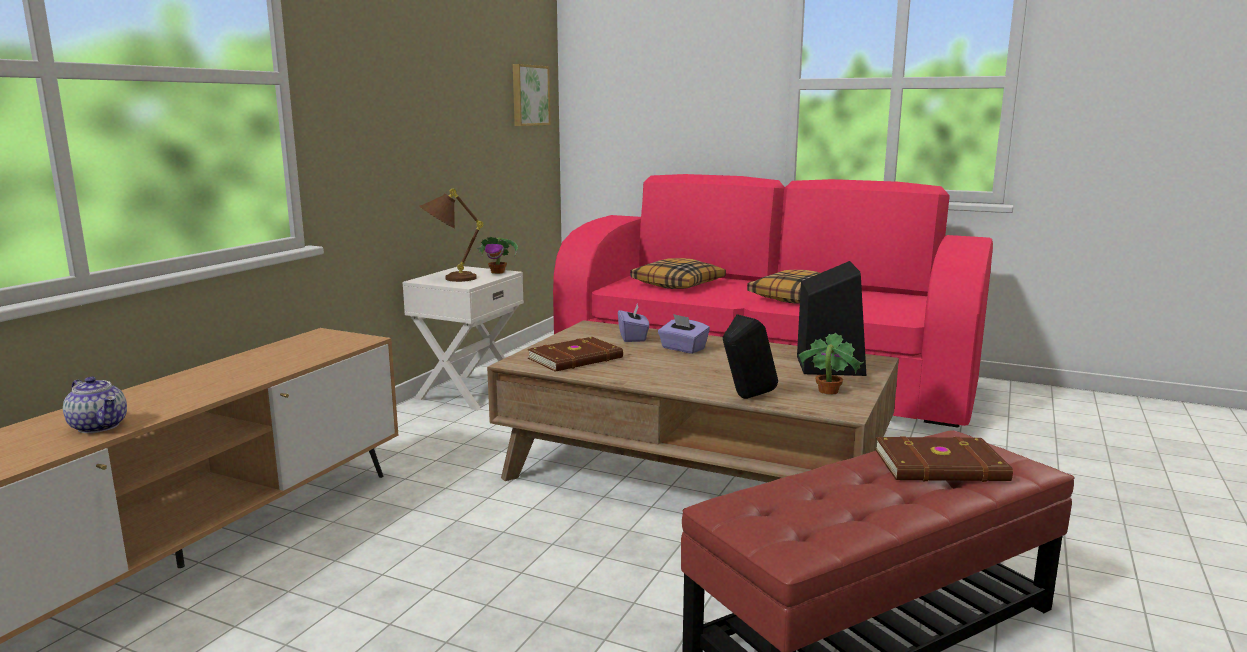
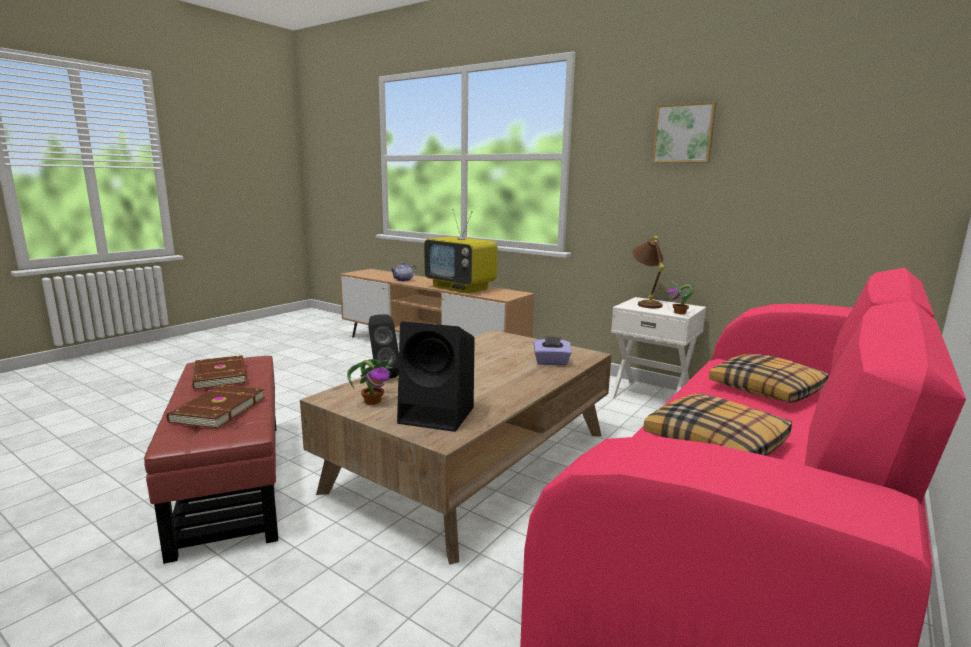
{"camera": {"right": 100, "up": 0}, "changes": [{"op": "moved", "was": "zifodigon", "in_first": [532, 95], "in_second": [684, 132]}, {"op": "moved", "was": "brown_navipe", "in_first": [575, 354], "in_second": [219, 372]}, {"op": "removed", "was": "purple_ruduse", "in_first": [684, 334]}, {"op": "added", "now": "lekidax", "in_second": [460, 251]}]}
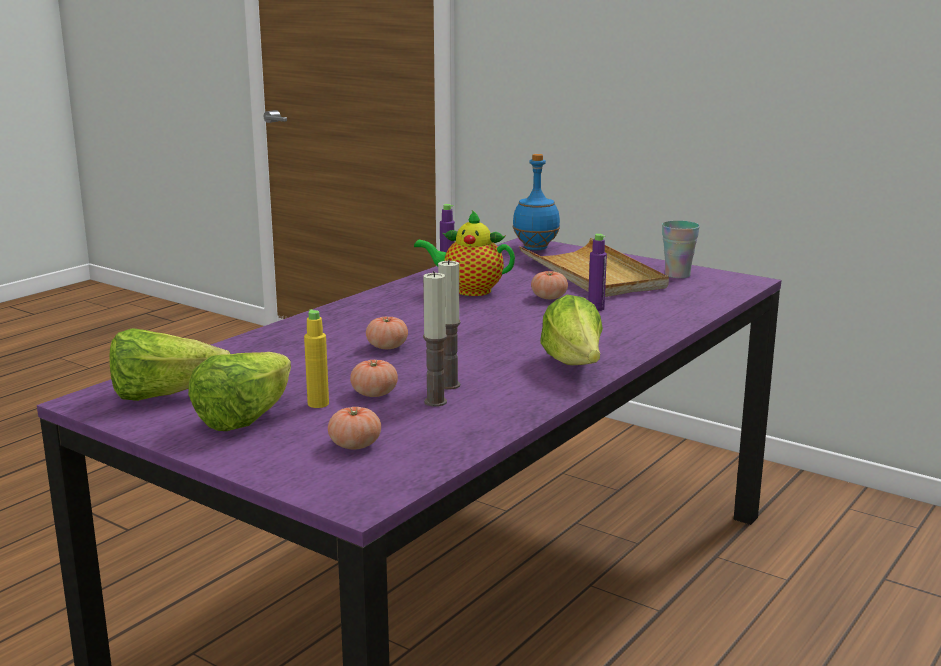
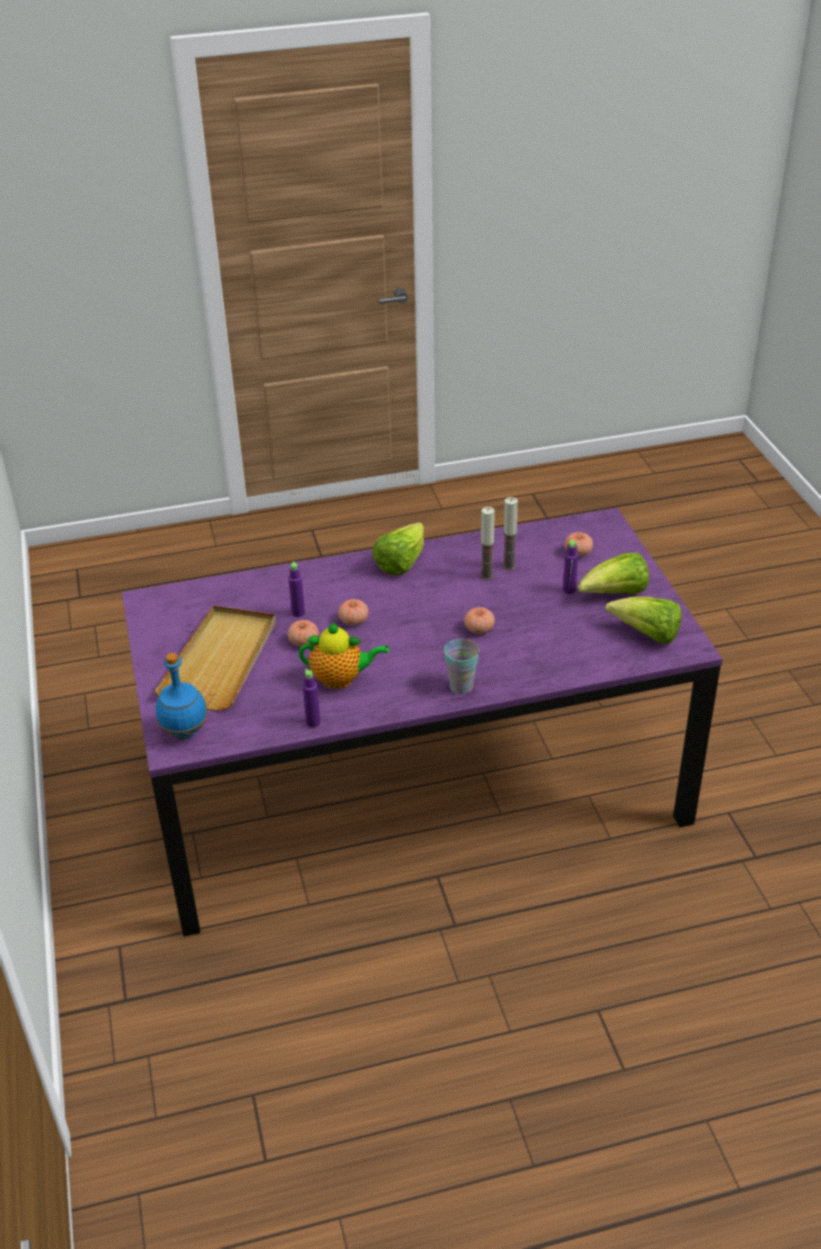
{"camera": {"right": -140, "up": 20}, "changes": [{"op": "recoloured", "was": "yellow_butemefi", "now": "purple_butemefi", "in_first": [316, 358], "in_second": [570, 567]}, {"op": "moved", "was": "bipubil", "in_first": [374, 378], "in_second": [353, 612]}, {"op": "turned", "was": "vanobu", "in_first": [464, 253], "in_second": [344, 655], "clockwise": -45}, {"op": "moved", "was": "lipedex", "in_first": [681, 249], "in_second": [461, 666]}]}
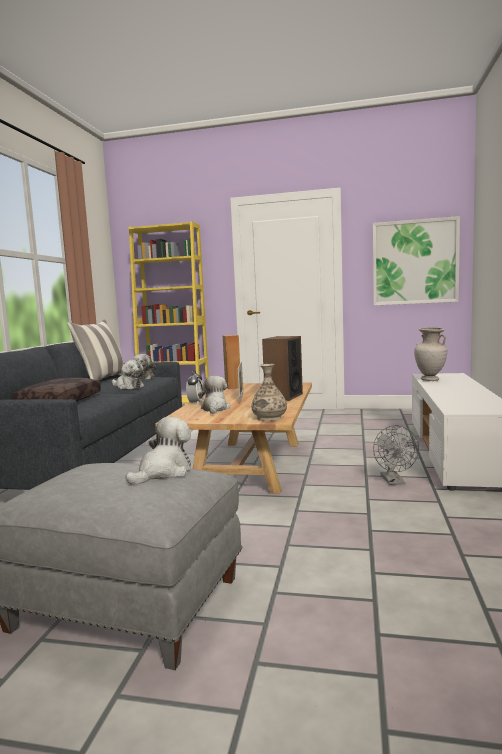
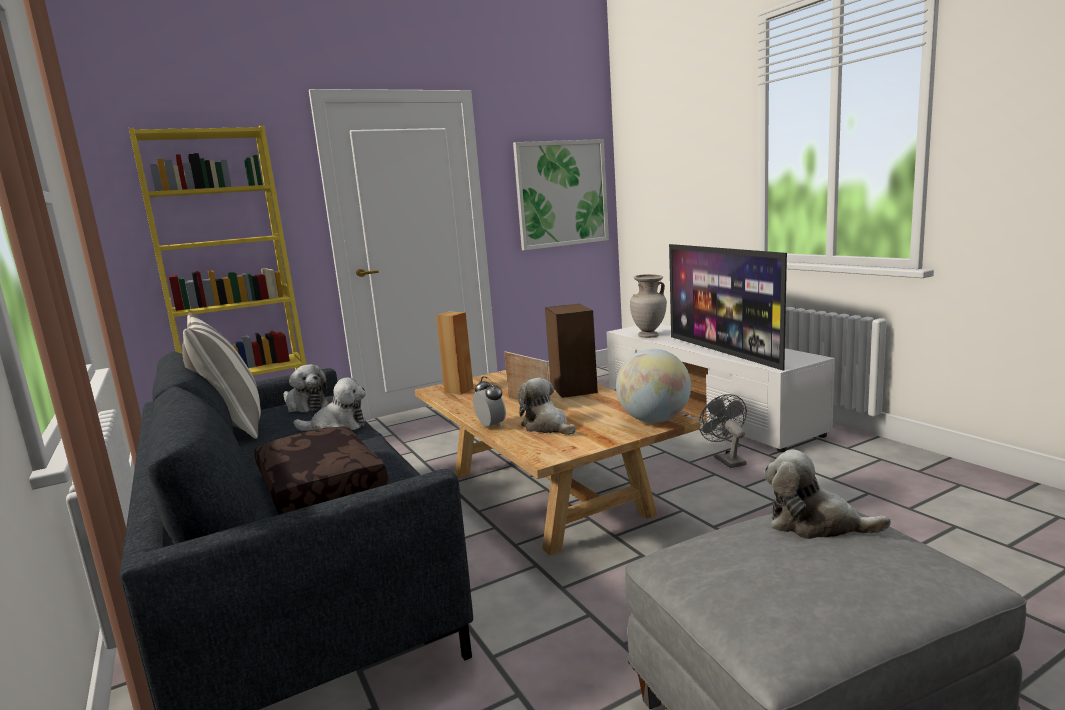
{"camera": {"right": -40, "up": 5}, "changes": [{"op": "turned", "was": "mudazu", "in_first": [158, 451], "in_second": [827, 494], "clockwise": -60}, {"op": "replaced", "was": "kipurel", "now": "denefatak", "in_first": [269, 392], "in_second": [653, 386]}, {"op": "turned", "was": "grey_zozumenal", "in_first": [396, 455], "in_second": [723, 431], "clockwise": -150}, {"op": "added", "now": "lekidax", "in_second": [728, 307]}]}
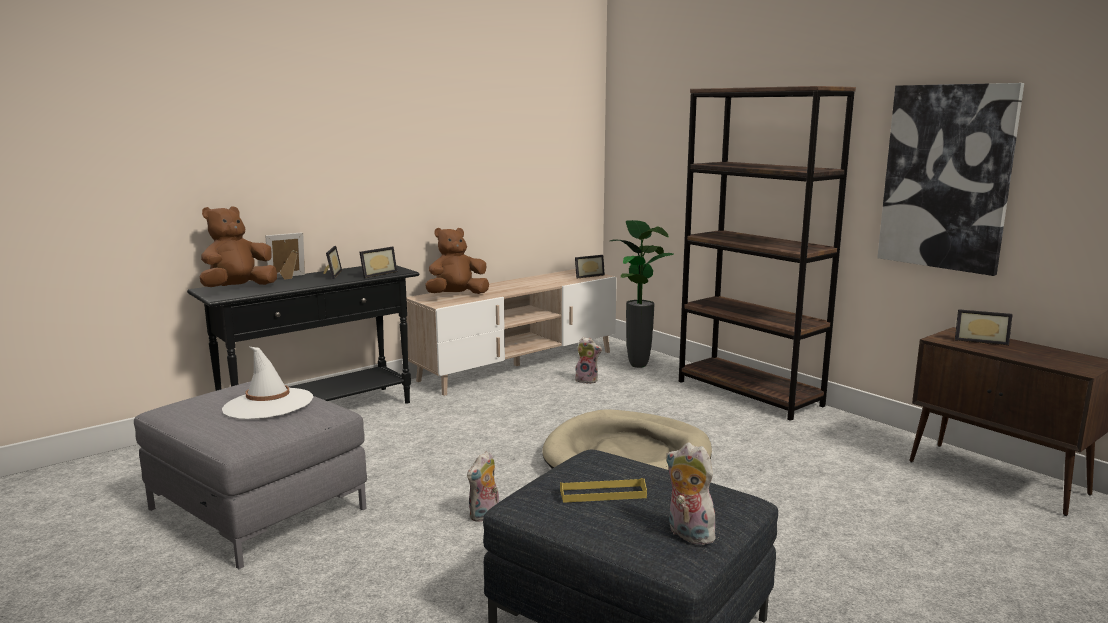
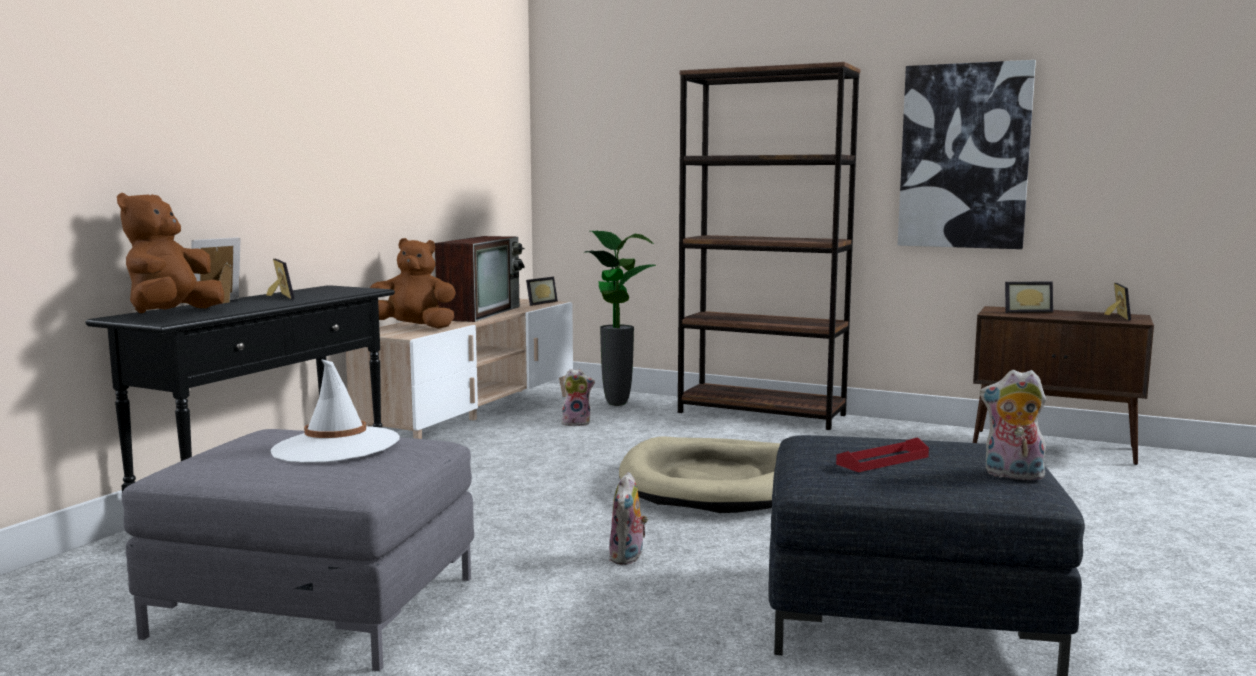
{"camera": {"right": -25, "up": -5}, "changes": [{"op": "moved", "was": "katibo", "in_first": [378, 262], "in_second": [1118, 302]}, {"op": "turned", "was": "brown_mudazu", "in_first": [457, 261], "in_second": [413, 283], "clockwise": 60}, {"op": "recoloured", "was": "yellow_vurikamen", "now": "red_vurikamen", "in_first": [603, 490], "in_second": [882, 454]}, {"op": "added", "now": "lekidax", "in_second": [480, 279]}]}
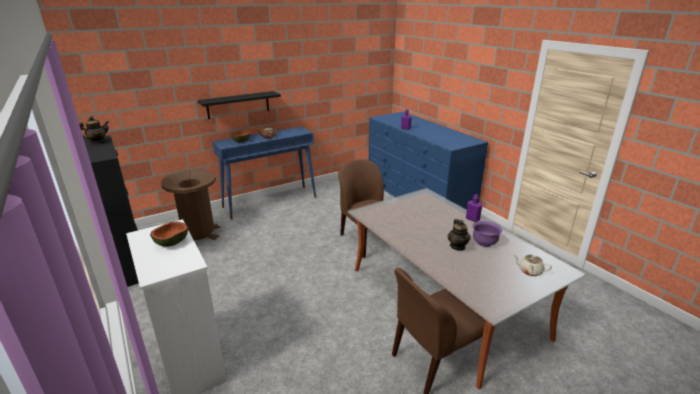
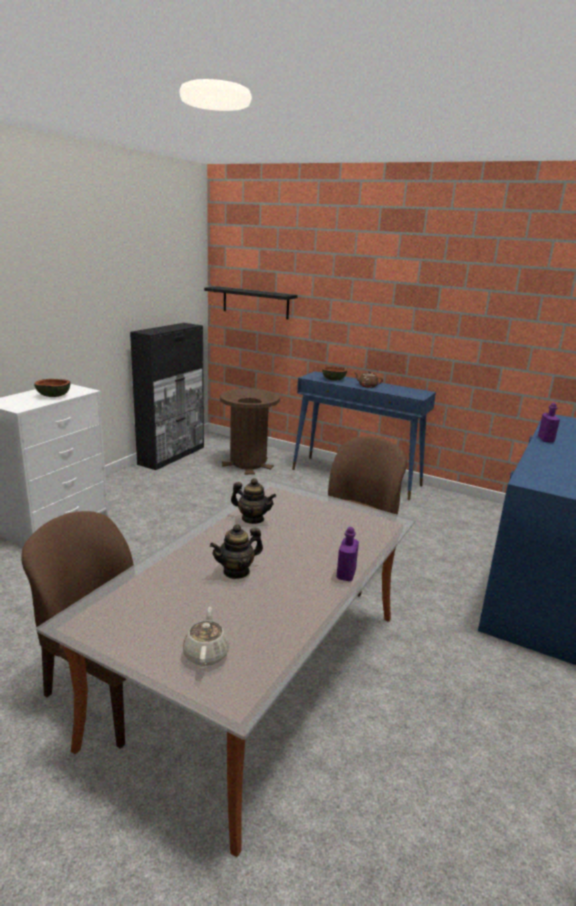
{"camera": {"right": 60, "up": -5}, "changes": [{"op": "moved", "was": "vanobu", "in_first": [94, 130], "in_second": [253, 501]}, {"op": "moved", "was": "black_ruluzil", "in_first": [239, 105], "in_second": [251, 302]}, {"op": "removed", "was": "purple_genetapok", "in_first": [487, 234]}]}
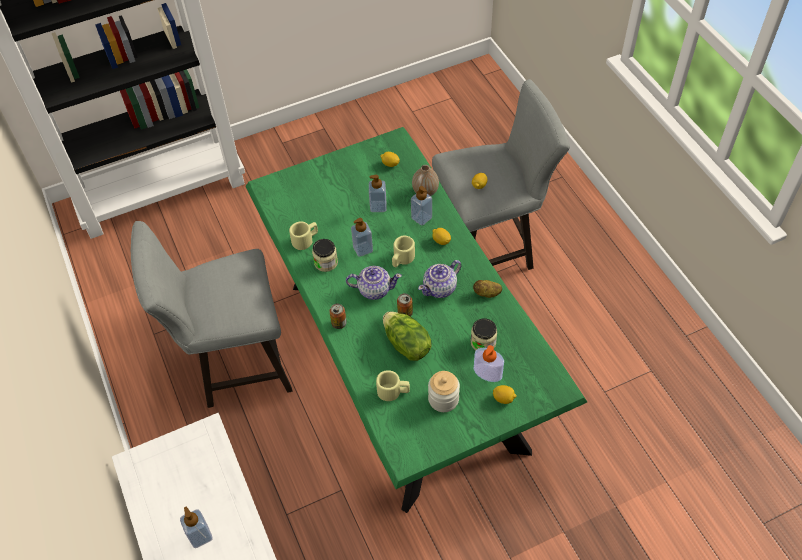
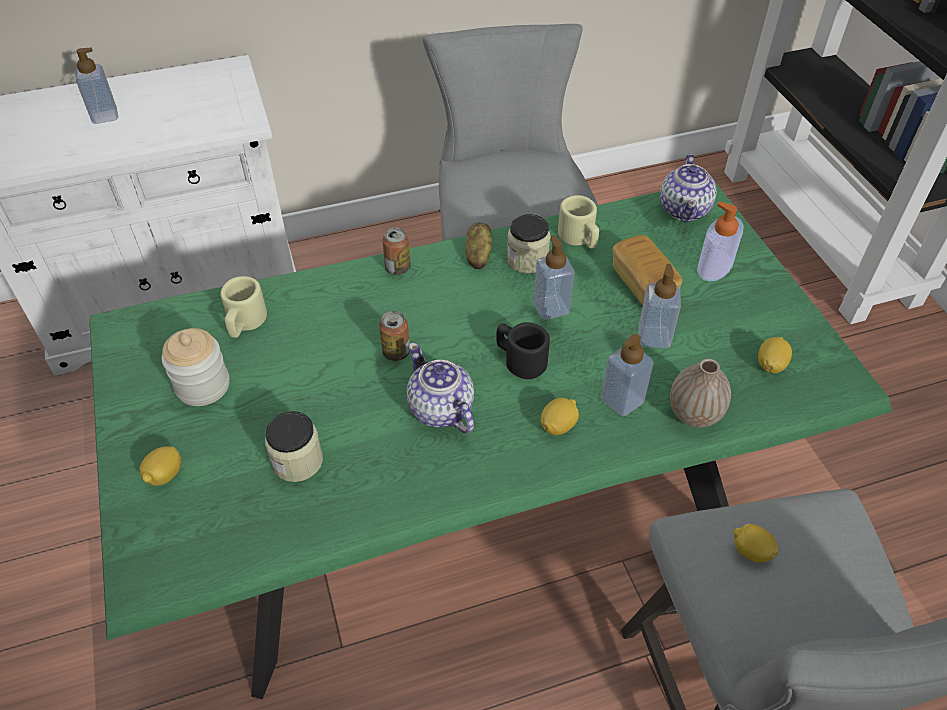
{"camera": {"right": 95, "up": -5}, "changes": [{"op": "moved", "was": "vanobu", "in_first": [374, 283], "in_second": [688, 188]}, {"op": "removed", "was": "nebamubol", "in_first": [407, 336]}, {"op": "recoloured", "was": "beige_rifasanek", "now": "black_rifasanek", "in_first": [403, 251], "in_second": [523, 350]}, {"op": "moved", "was": "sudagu", "in_first": [487, 289], "in_second": [478, 245]}, {"op": "moved", "was": "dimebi", "in_first": [489, 363], "in_second": [720, 242]}, {"op": "added", "now": "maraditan", "in_second": [647, 270]}]}
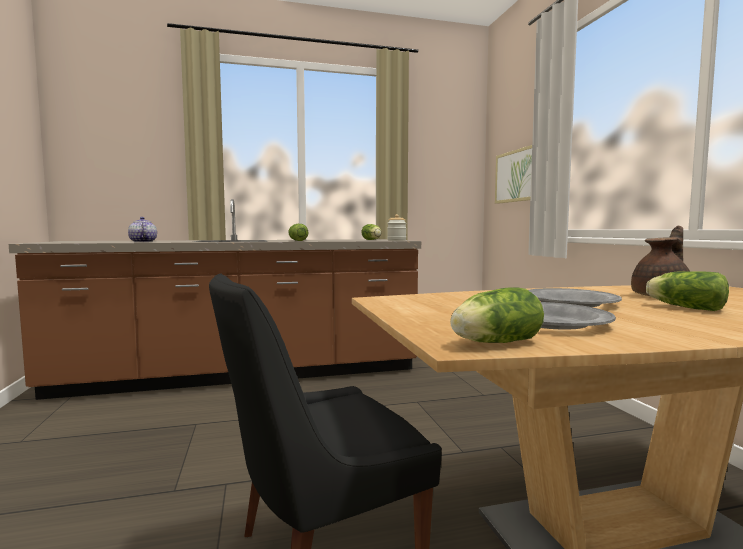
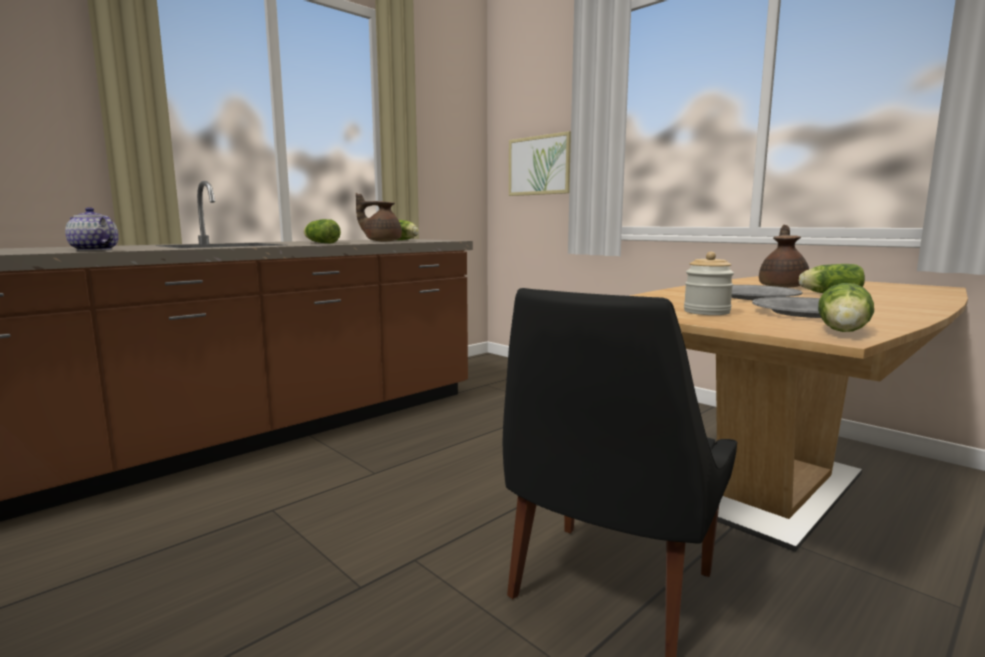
{"camera": {"right": -30, "up": 5}, "changes": [{"op": "moved", "was": "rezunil", "in_first": [396, 227], "in_second": [709, 283]}, {"op": "added", "now": "brown_vanobu", "in_second": [379, 217]}]}
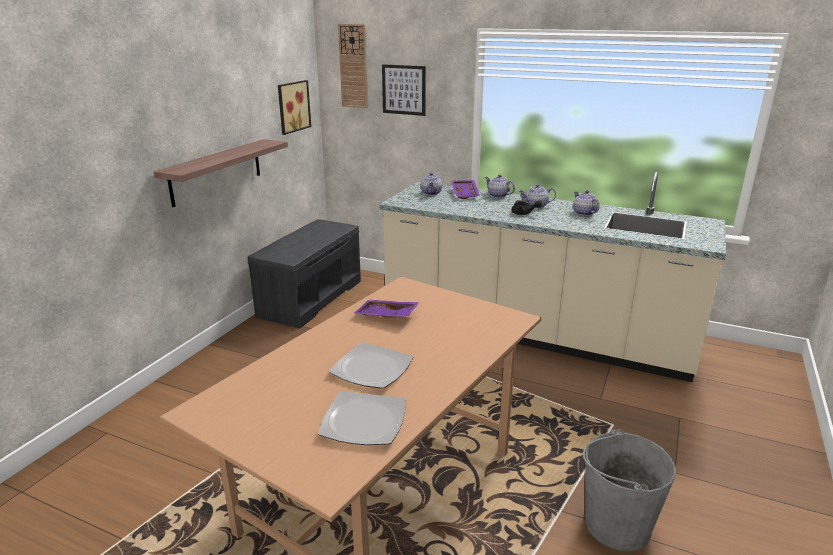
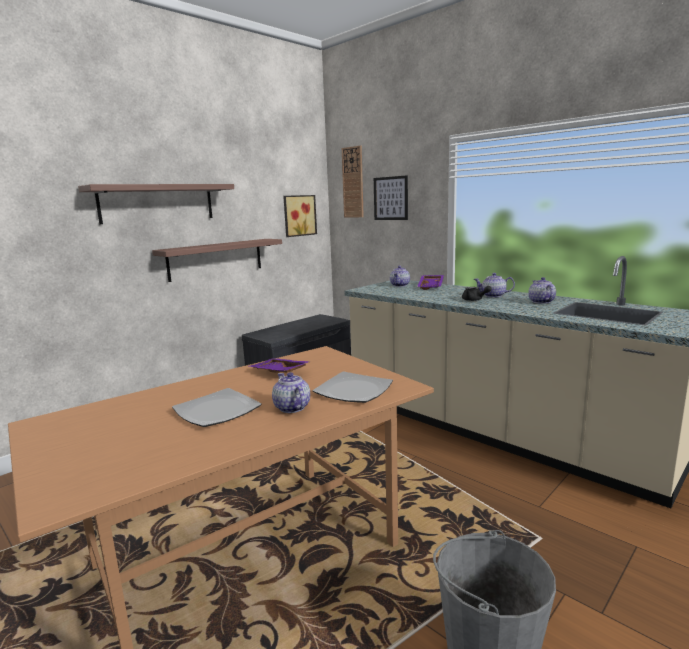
{"camera": {"right": 20, "up": -10}, "changes": [{"op": "moved", "was": "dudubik", "in_first": [362, 418], "in_second": [353, 387]}, {"op": "moved", "was": "vanobu", "in_first": [500, 186], "in_second": [291, 392]}, {"op": "added", "now": "ruluzil", "in_second": [156, 204]}]}
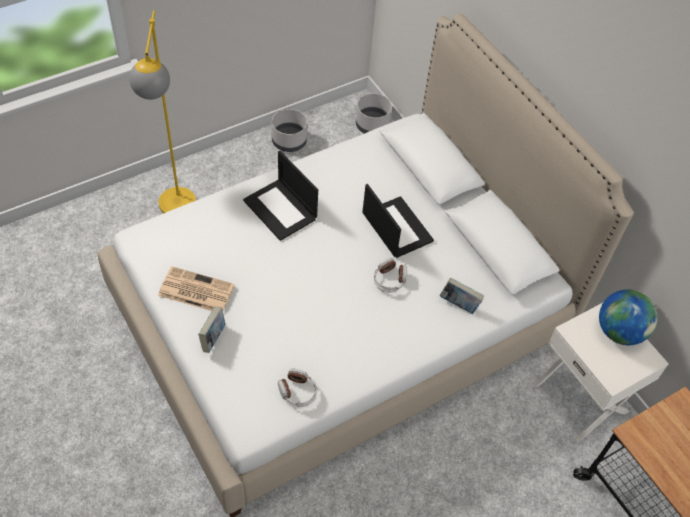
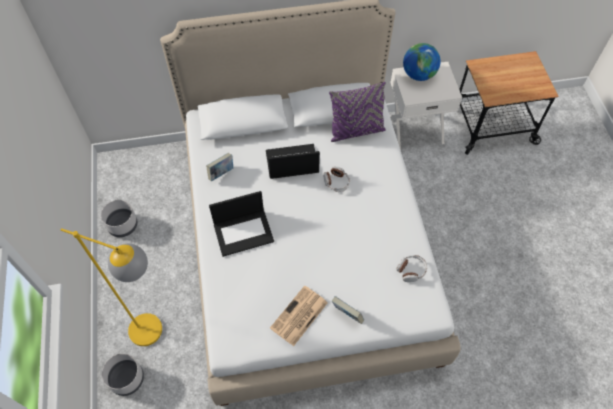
{"camera": {"right": -65, "up": 5}, "changes": [{"op": "moved", "was": "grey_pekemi", "in_first": [374, 113], "in_second": [123, 375]}, {"op": "moved", "was": "navipe", "in_first": [462, 295], "in_second": [219, 167]}, {"op": "added", "now": "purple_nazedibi", "in_second": [357, 112]}]}
